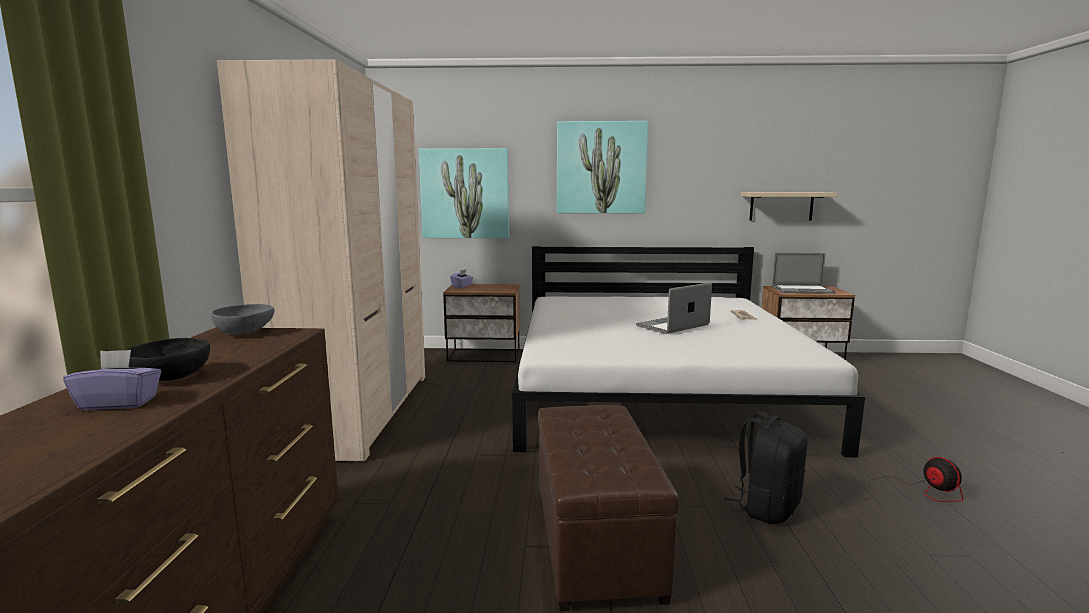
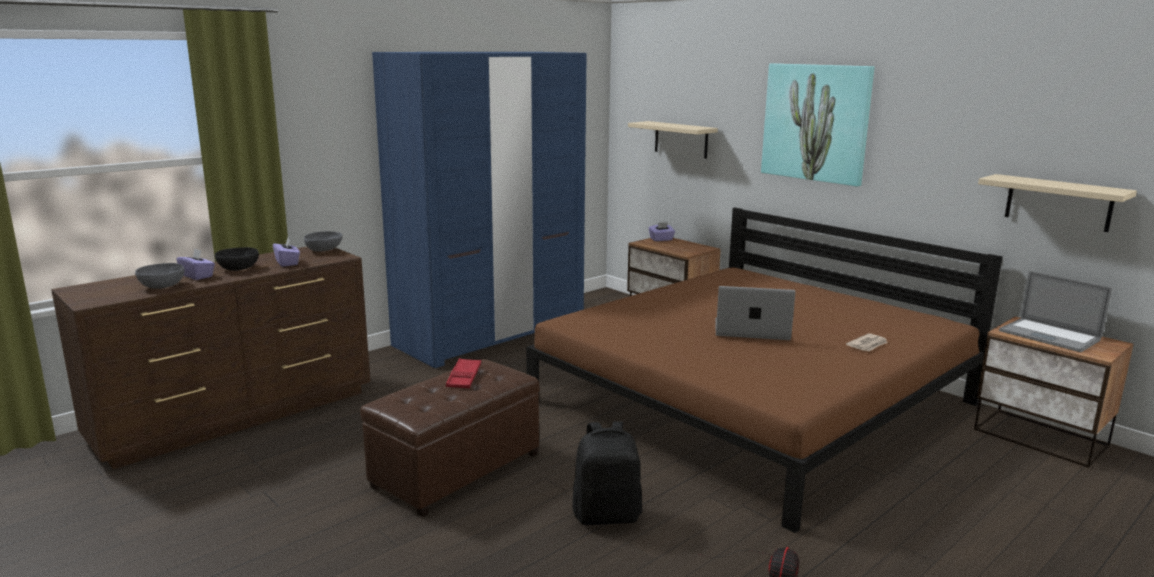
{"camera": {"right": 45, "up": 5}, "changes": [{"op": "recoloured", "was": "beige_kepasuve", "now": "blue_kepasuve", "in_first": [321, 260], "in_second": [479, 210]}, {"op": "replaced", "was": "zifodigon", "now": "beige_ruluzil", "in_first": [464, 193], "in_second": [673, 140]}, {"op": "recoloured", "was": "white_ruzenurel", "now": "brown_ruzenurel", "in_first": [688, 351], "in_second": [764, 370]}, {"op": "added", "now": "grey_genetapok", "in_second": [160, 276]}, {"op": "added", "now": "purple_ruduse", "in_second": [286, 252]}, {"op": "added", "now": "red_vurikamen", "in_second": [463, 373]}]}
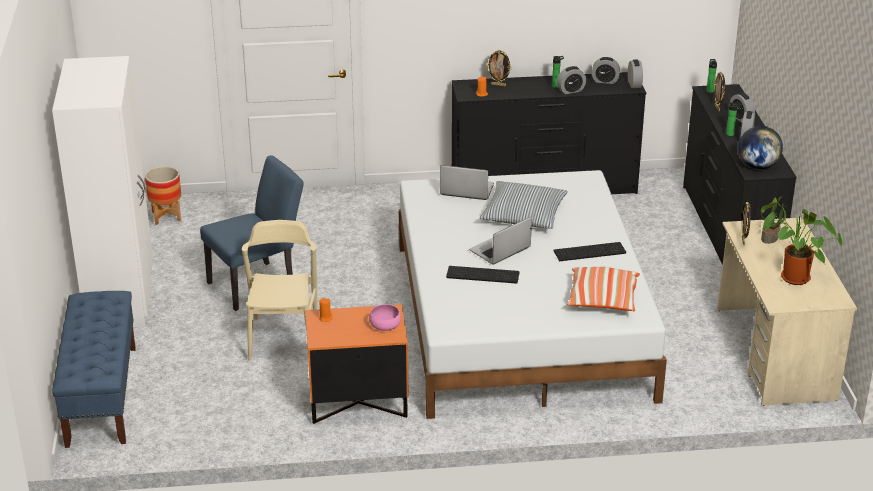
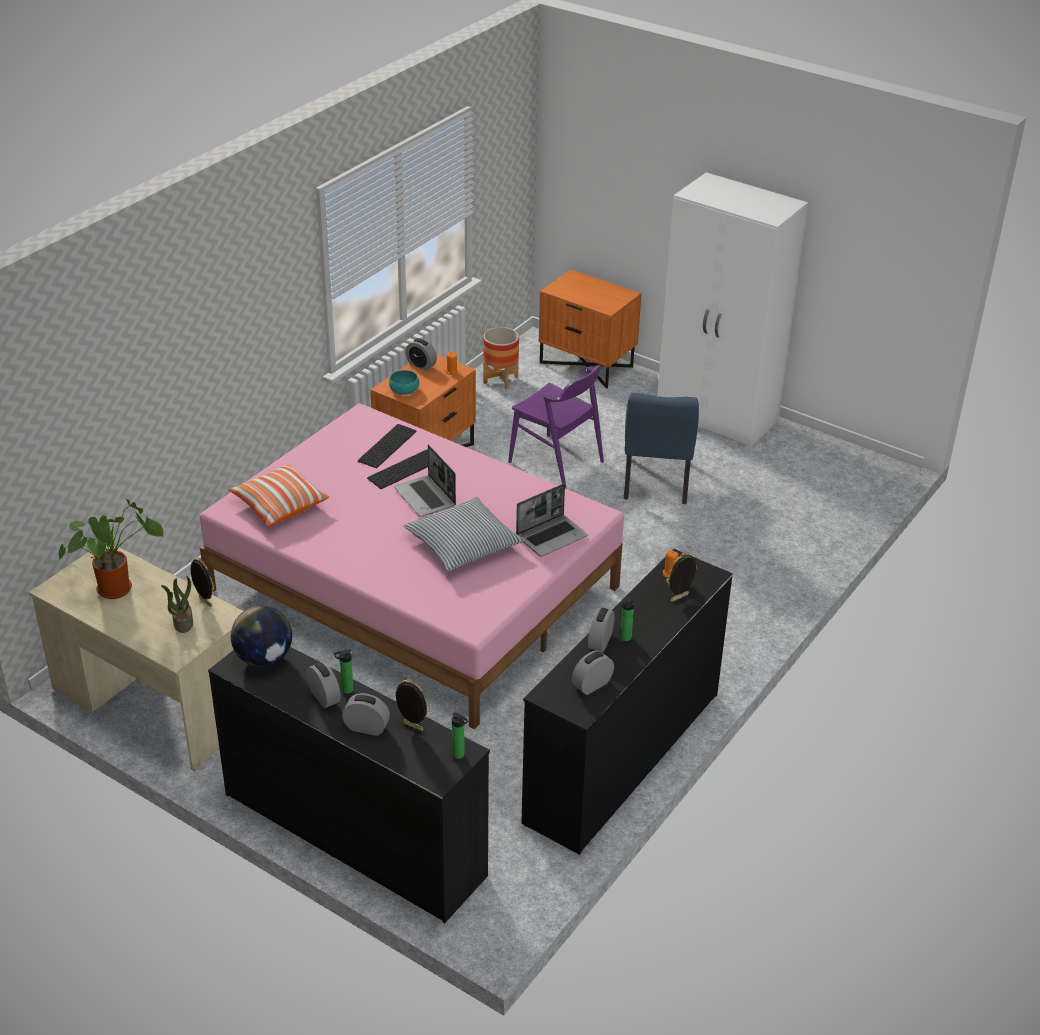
{"camera": {"right": 130, "up": 5}, "changes": [{"op": "replaced", "was": "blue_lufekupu", "now": "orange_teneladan", "in_first": [94, 369], "in_second": [590, 329]}, {"op": "moved", "was": "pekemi", "in_first": [163, 195], "in_second": [501, 358]}, {"op": "recoloured", "was": "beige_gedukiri", "now": "purple_gedukiri", "in_first": [279, 290], "in_second": [556, 427]}, {"op": "recoloured", "was": "pink_genetapok", "now": "turquoise_genetapok", "in_first": [385, 317], "in_second": [404, 382]}, {"op": "recoloured", "was": "white_ruzenurel", "now": "pink_ruzenurel", "in_first": [533, 294], "in_second": [412, 566]}, {"op": "turned", "was": "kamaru", "in_first": [500, 241], "in_second": [425, 481], "clockwise": 150}, {"op": "moved", "was": "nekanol", "in_first": [590, 251], "in_second": [387, 446]}, {"op": "moved", "was": "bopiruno", "in_first": [635, 73], "in_second": [421, 354]}]}
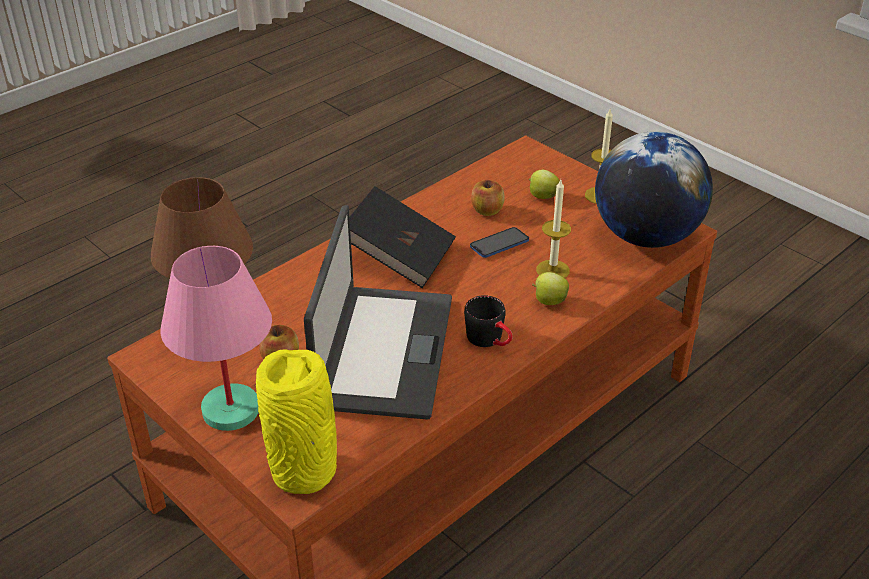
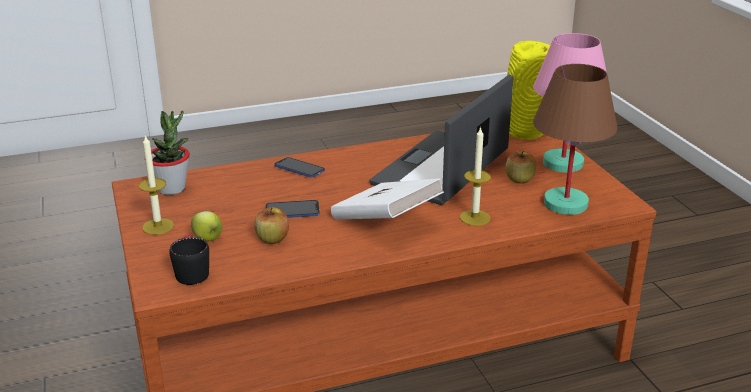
{"camera": {"right": -155, "up": -10}, "changes": [{"op": "recoloured", "was": "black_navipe", "now": "white_navipe", "in_first": [403, 237], "in_second": [387, 199]}, {"op": "moved", "was": "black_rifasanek", "in_first": [488, 321], "in_second": [189, 260]}, {"op": "replaced", "was": "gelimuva", "now": "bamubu", "in_first": [550, 288], "in_second": [300, 167]}, {"op": "moved", "was": "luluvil", "in_first": [553, 229], "in_second": [475, 176]}, {"op": "replaced", "was": "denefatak", "now": "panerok", "in_first": [654, 189], "in_second": [170, 152]}]}
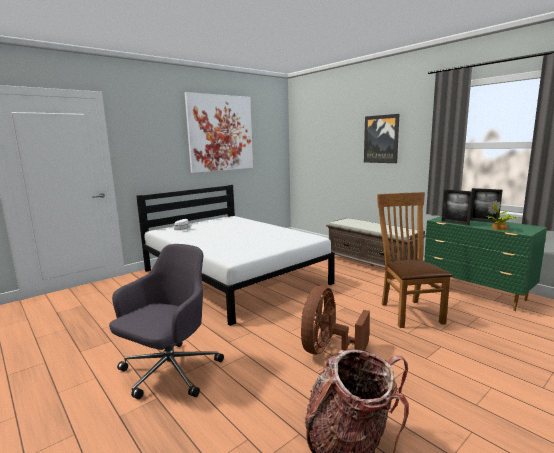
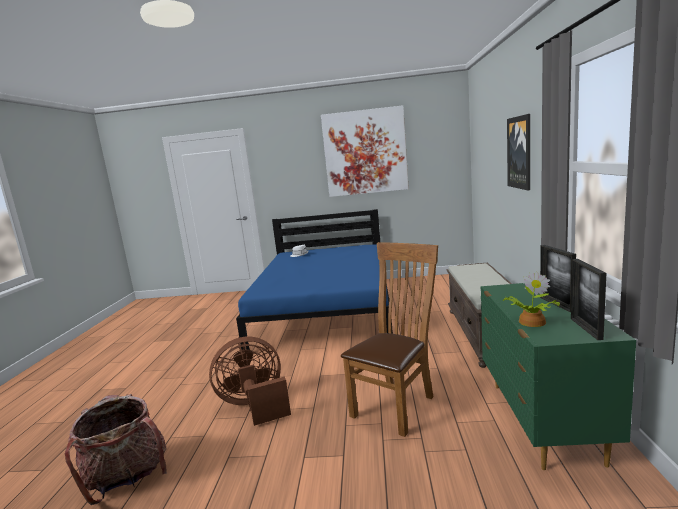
{"camera": {"right": 45, "up": 0}, "changes": [{"op": "removed", "was": "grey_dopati", "in_first": [166, 321]}, {"op": "recoloured", "was": "white_ruzenurel", "now": "blue_ruzenurel", "in_first": [235, 255], "in_second": [314, 279]}, {"op": "moved", "was": "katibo", "in_first": [457, 207], "in_second": [588, 299]}]}
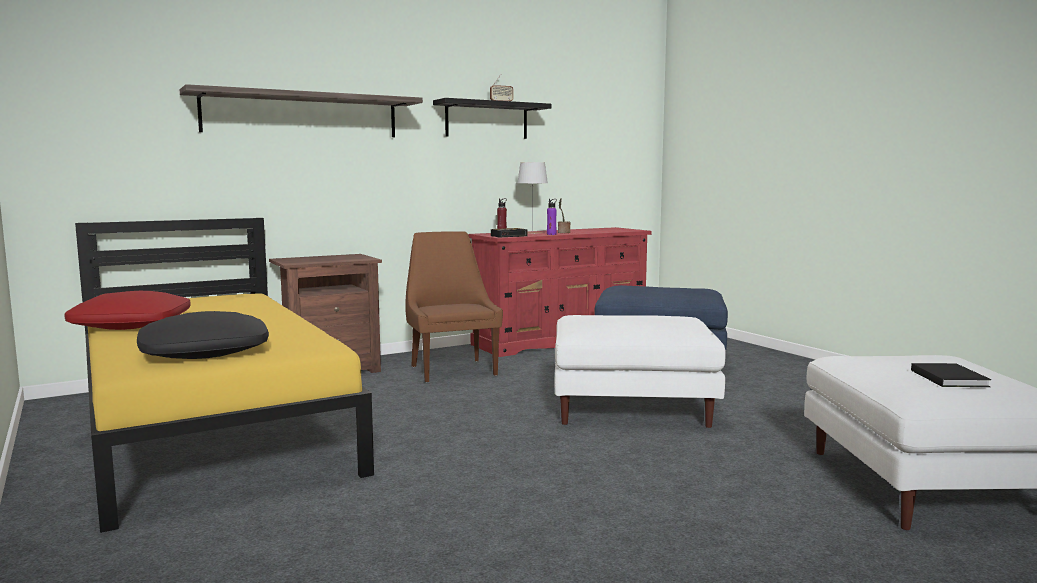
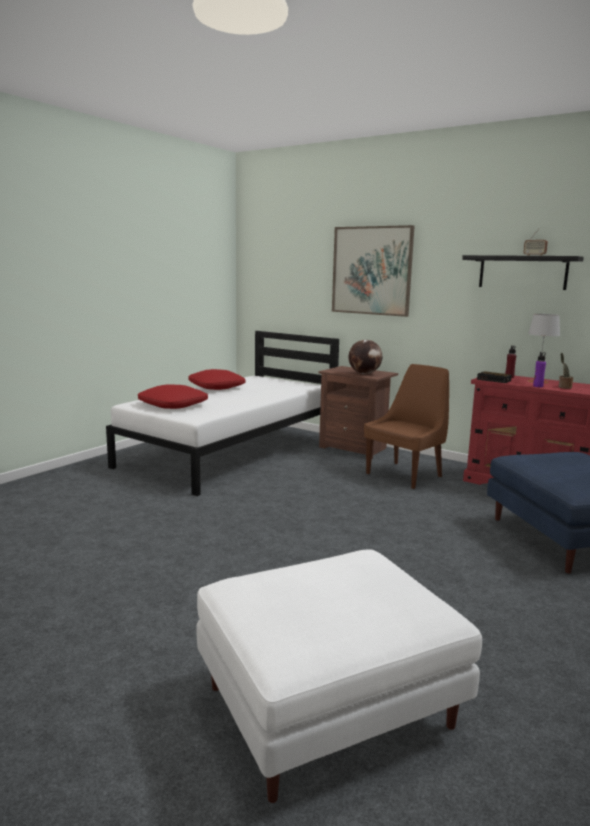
{"camera": {"right": 65, "up": 5}, "changes": [{"op": "recoloured", "was": "yellow_ruzenurel", "now": "white_ruzenurel", "in_first": [224, 375], "in_second": [222, 413]}, {"op": "recoloured", "was": "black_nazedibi", "now": "red_nazedibi", "in_first": [203, 335], "in_second": [173, 396]}, {"op": "replaced", "was": "ruluzil", "now": "zifodigon", "in_first": [301, 110], "in_second": [373, 271]}, {"op": "removed", "was": "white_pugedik", "in_first": [640, 371]}, {"op": "removed", "was": "black_navipe", "in_first": [951, 375]}, {"op": "added", "now": "denefatak", "in_second": [365, 357]}]}
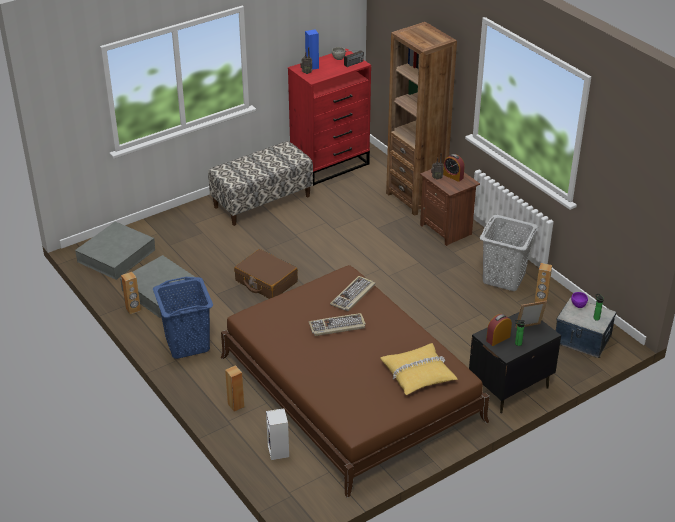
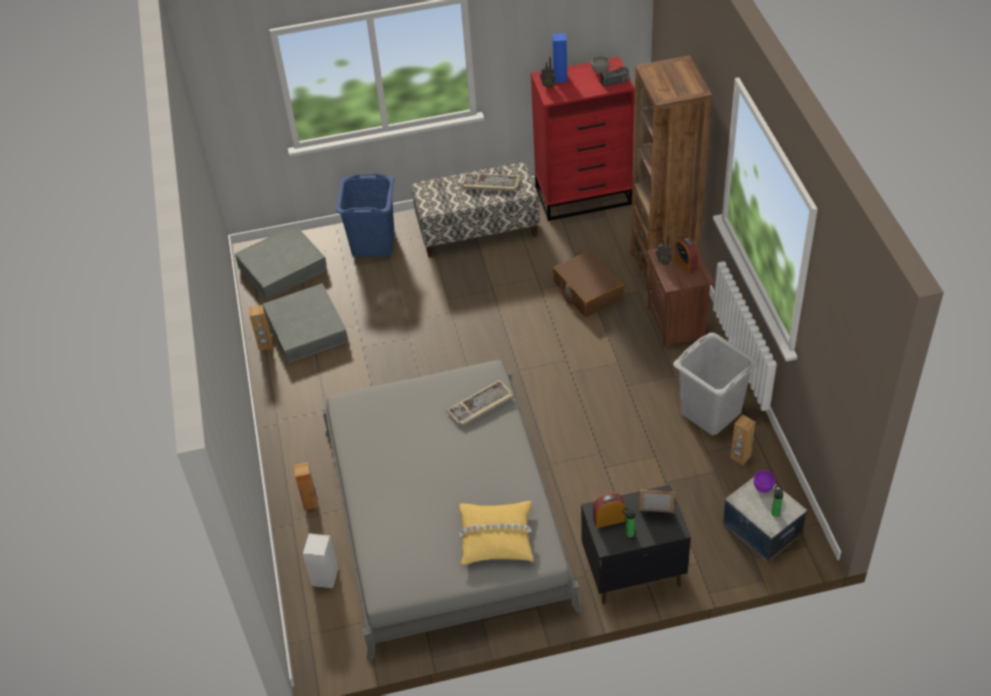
{"camera": {"right": 25, "up": 10}, "changes": [{"op": "moved", "was": "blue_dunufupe", "in_first": [183, 318], "in_second": [365, 215]}, {"op": "recoloured", "was": "brown_ruzenurel", "now": "grey_ruzenurel", "in_first": [355, 381], "in_second": [452, 511]}, {"op": "moved", "was": "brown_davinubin", "in_first": [266, 274], "in_second": [588, 283]}, {"op": "moved", "was": "nekanol", "in_first": [337, 324], "in_second": [491, 182]}]}
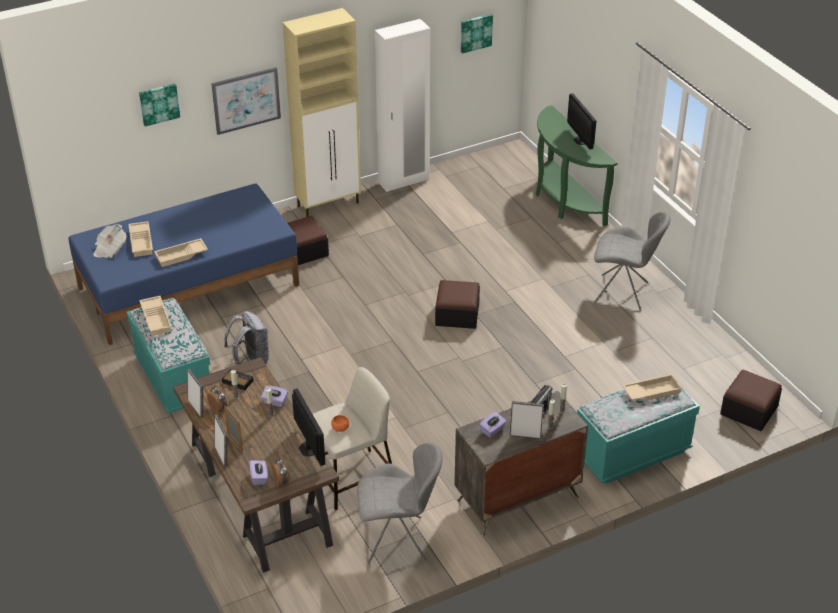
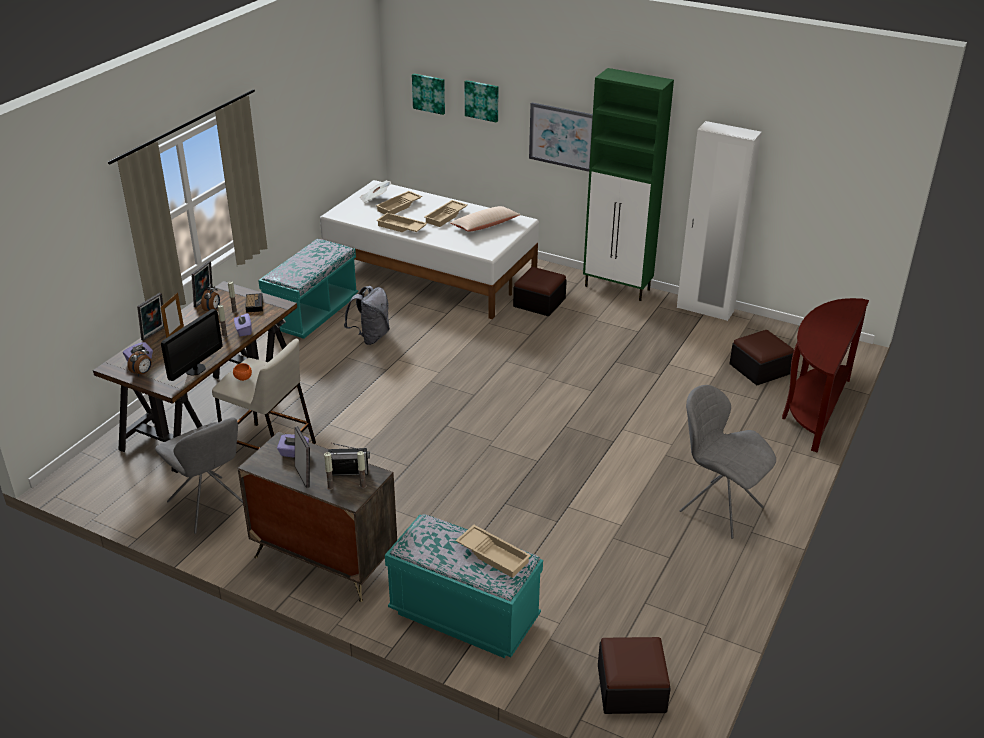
{"camera": {"right": 55, "up": -5}, "changes": [{"op": "recoloured", "was": "blue_ruzenurel", "now": "white_ruzenurel", "in_first": [183, 264], "in_second": [429, 249]}, {"op": "moved", "was": "beige_vurikamen", "in_first": [155, 316], "in_second": [446, 213]}, {"op": "recoloured", "was": "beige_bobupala", "now": "green_bobupala", "in_first": [322, 112], "in_second": [628, 184]}, {"op": "moved", "was": "pugedik", "in_first": [457, 304], "in_second": [761, 357]}, {"op": "moved", "was": "zifodigon", "in_first": [477, 34], "in_second": [428, 94]}, {"op": "recoloured", "was": "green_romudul", "now": "brown_romudul", "in_first": [577, 165], "in_second": [825, 375]}, {"op": "removed", "was": "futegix", "in_first": [581, 121]}, {"op": "turned", "was": "grey_gedukiri", "in_first": [632, 261], "in_second": [728, 462], "clockwise": 150}, {"op": "added", "now": "beige_nazedibi", "in_second": [485, 219]}]}
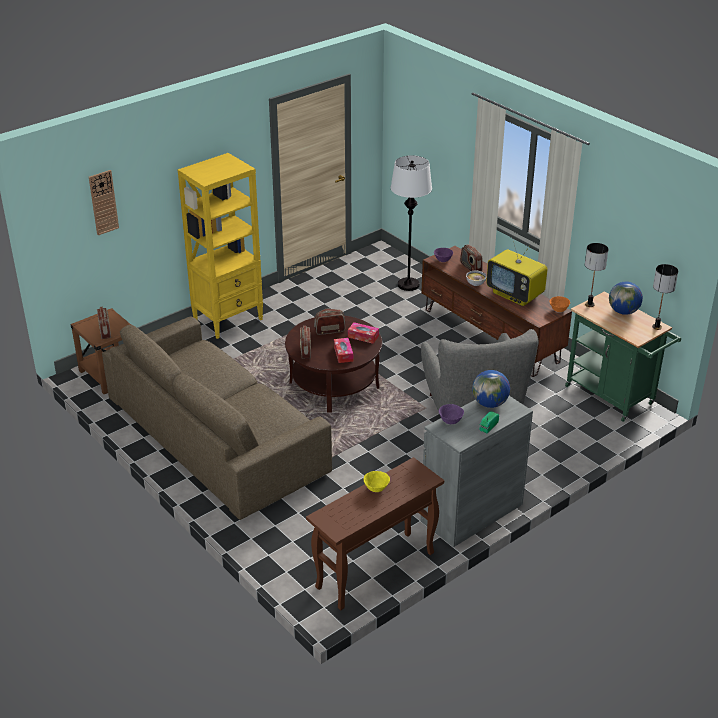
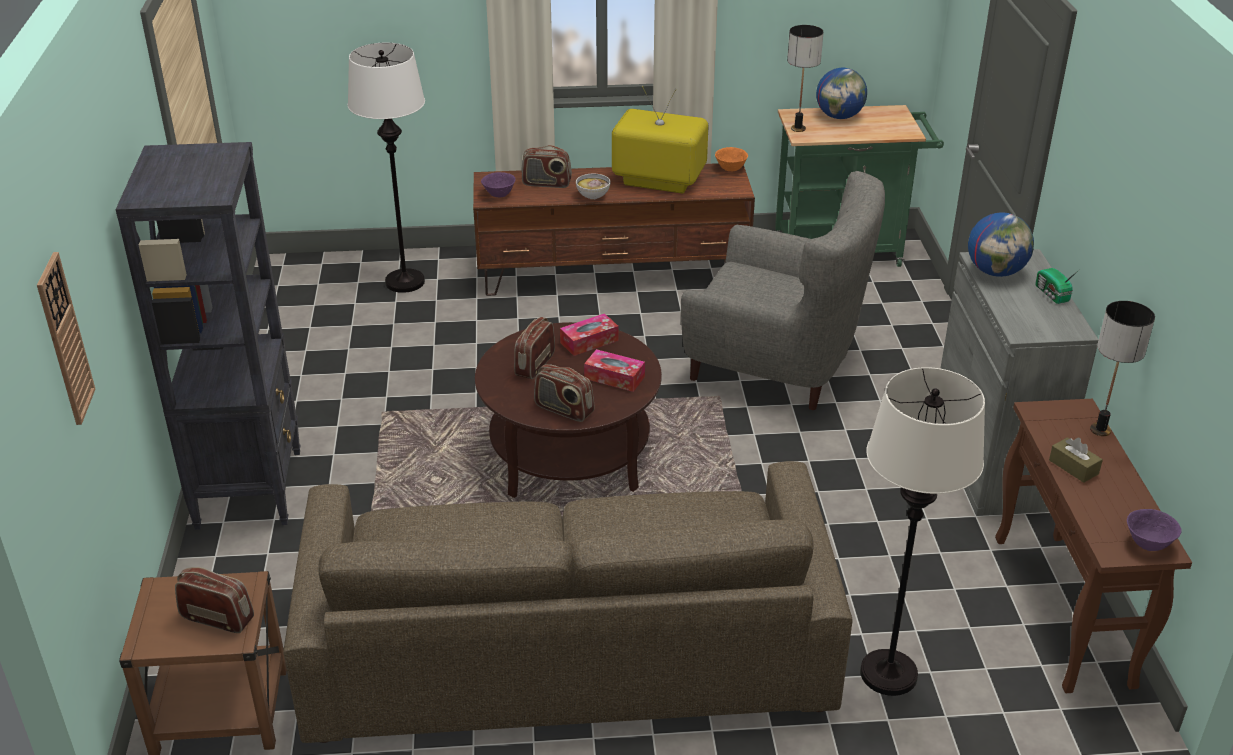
{"camera": {"right": -55, "up": 0}, "changes": [{"op": "recoloured", "was": "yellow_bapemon", "now": "black_bapemon", "in_first": [220, 246], "in_second": [208, 336]}, {"op": "replaced", "was": "yellow_genetapok", "now": "brown_ruduse", "in_first": [377, 481], "in_second": [1076, 460]}, {"op": "moved", "was": "purple_genetapok", "in_first": [451, 414], "in_second": [1154, 530]}, {"op": "turned", "was": "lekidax", "in_first": [516, 272], "in_second": [660, 139], "clockwise": -150}, {"op": "moved", "was": "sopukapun", "in_first": [665, 297], "in_second": [1122, 368]}, {"op": "added", "now": "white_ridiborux", "in_second": [922, 531]}]}
